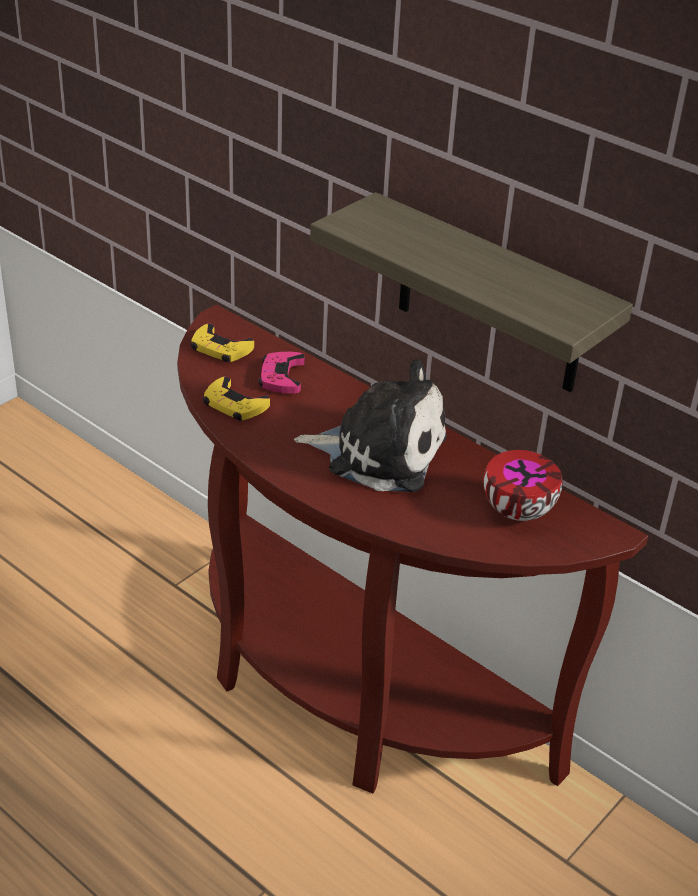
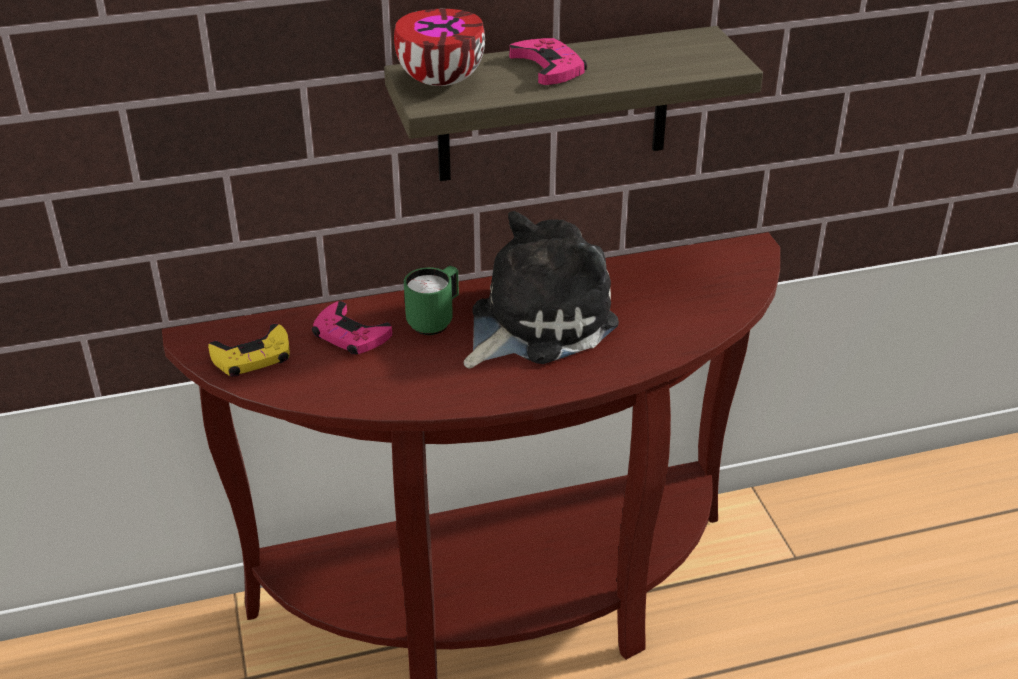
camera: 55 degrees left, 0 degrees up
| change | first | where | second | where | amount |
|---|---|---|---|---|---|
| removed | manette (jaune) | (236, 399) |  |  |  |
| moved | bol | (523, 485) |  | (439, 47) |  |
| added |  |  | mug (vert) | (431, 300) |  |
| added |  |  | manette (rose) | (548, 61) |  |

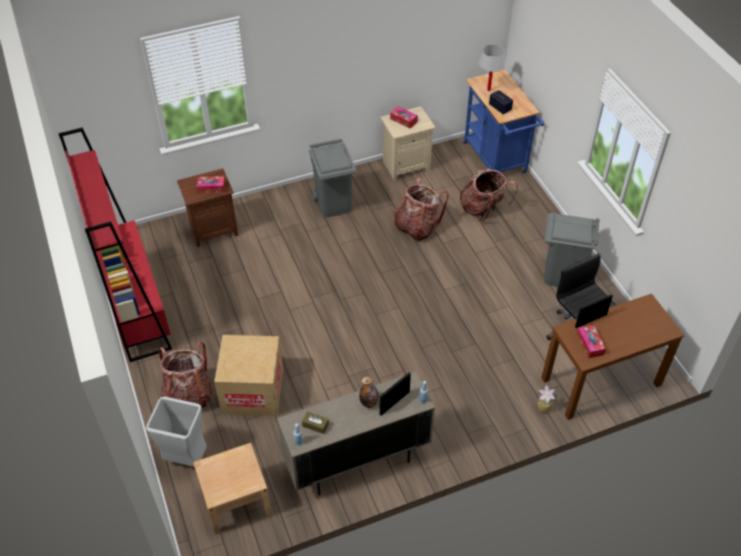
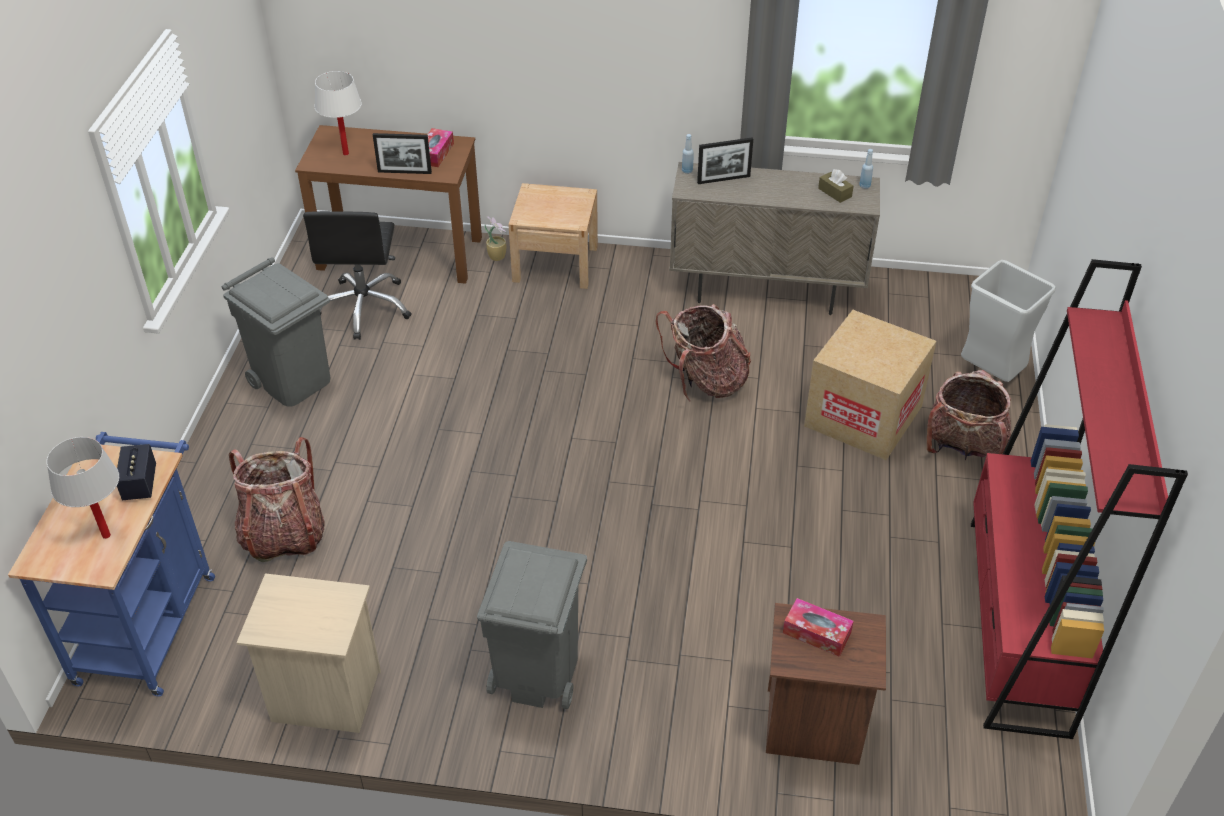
camera: 150 degrees left, 5 degrees down
| change | first | where | second | where | amount |
|---|---|---|---|---|---|
| moved | table de chevet (beige) | (232, 489) |  | (553, 236) |  |
| removed | bouteille | (369, 392) |  |  |  |
| removed | boîte à mouchoirs | (404, 117) |  |  |  |
| moved | sac à dos | (421, 209) |  | (703, 353) |  |
| added |  |  | lampe de table (blanc) | (338, 113) |  |

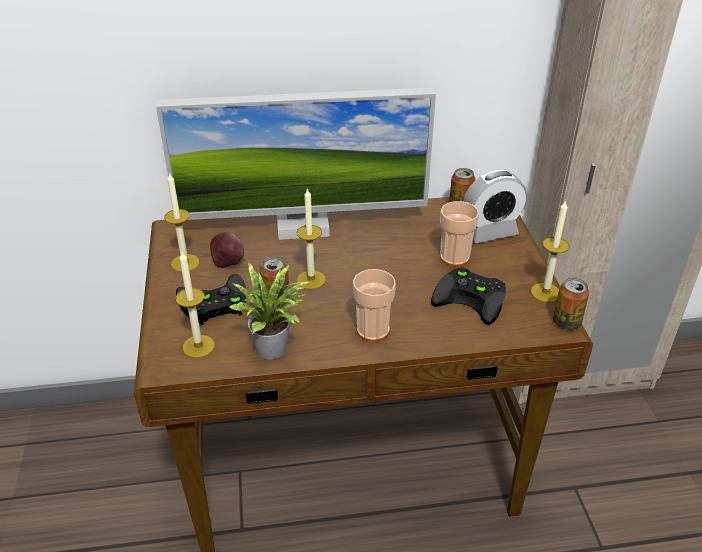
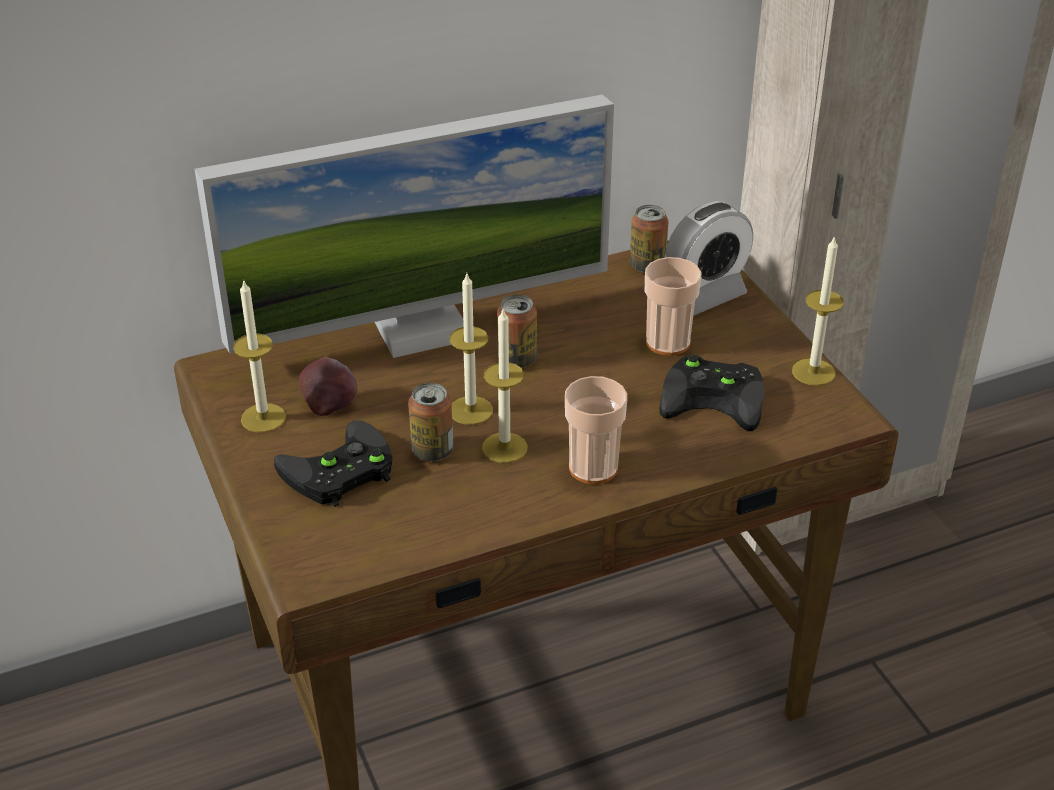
camera: 15 degrees left, 0 degrees up
| change | first | where | second | where | amount |
|---|---|---|---|---|---|
| moved | bougie | (195, 305) |  | (505, 386) |  |
| removed | plante en pot | (269, 310) |  |  |  |
| moved | boîte métallique | (571, 304) |  | (517, 331) |  |

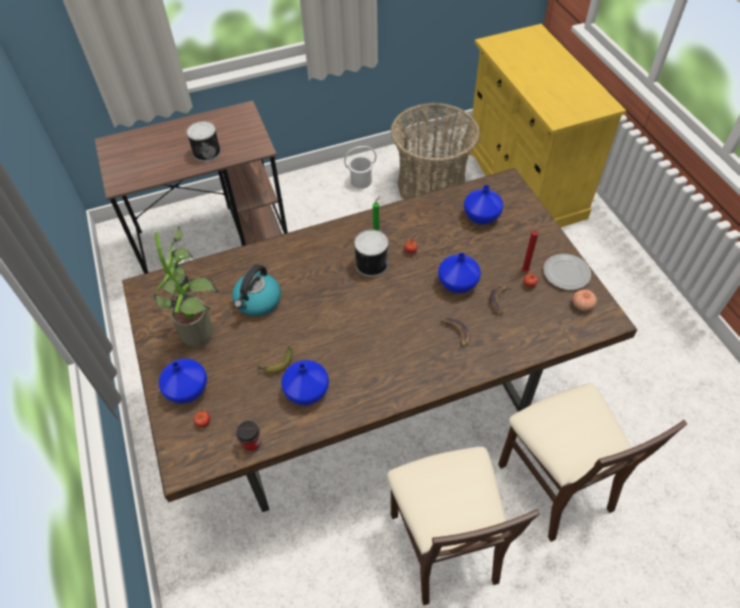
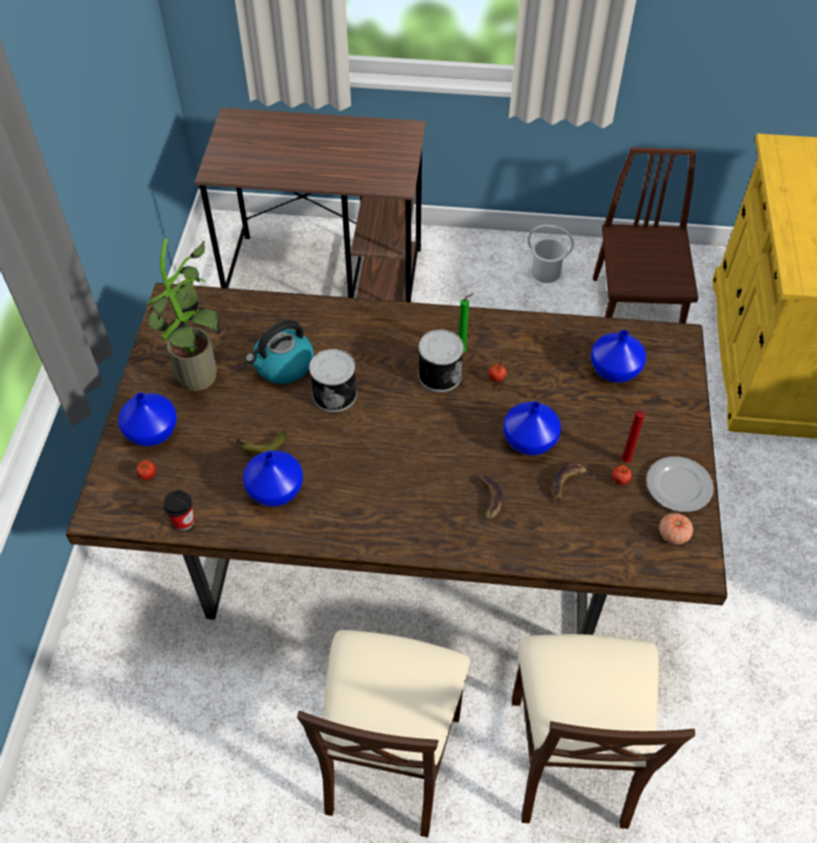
camera: 25 degrees right, 0 degrees up
| change | first | where | second | where | amount |
|---|---|---|---|---|---|
| moved | boîte métallique | (204, 141) |  | (333, 380) |  |
| replaced | panier | (435, 151) | chaise (marron) | (645, 235) |  |

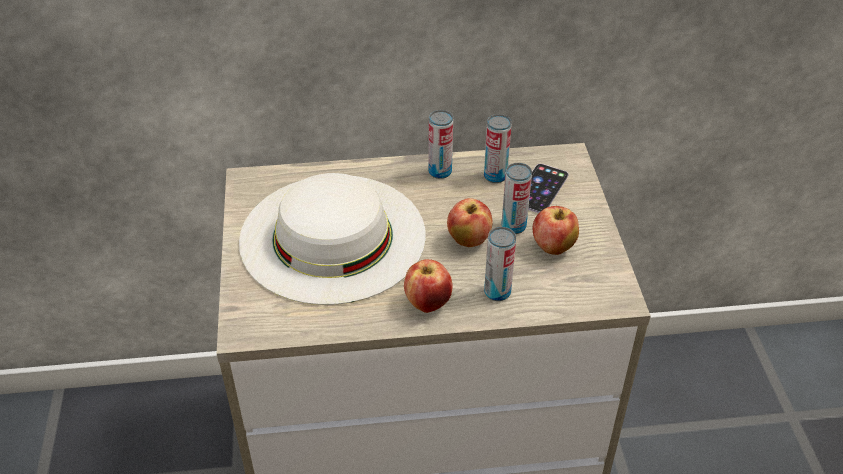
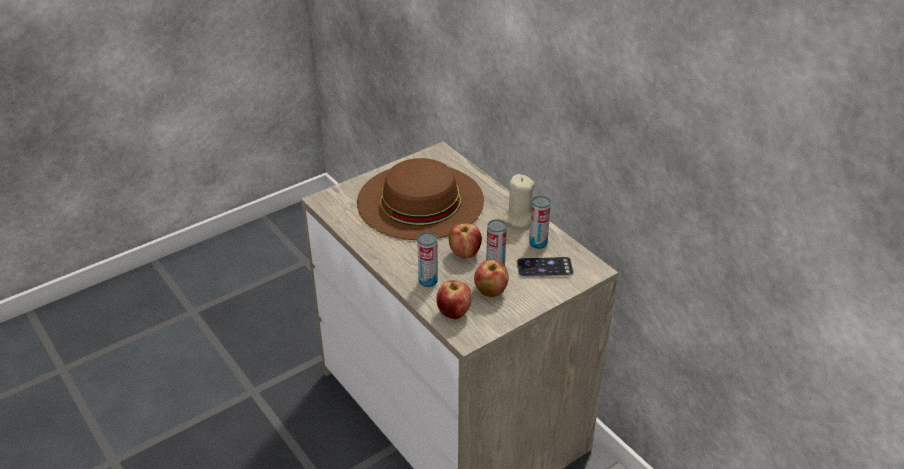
camera: 60 degrees right, 5 degrees down
| change | first | where | second | where | amount |
|---|---|---|---|---|---|
| recoloured | chapeau (blanc) | (332, 239) | chapeau (marron) | (420, 199) |  |
| moved | pomme | (428, 286) |  | (454, 299) |  |
| replaced | boîte métallique | (440, 144) | bougie (beige) | (519, 201) |  |

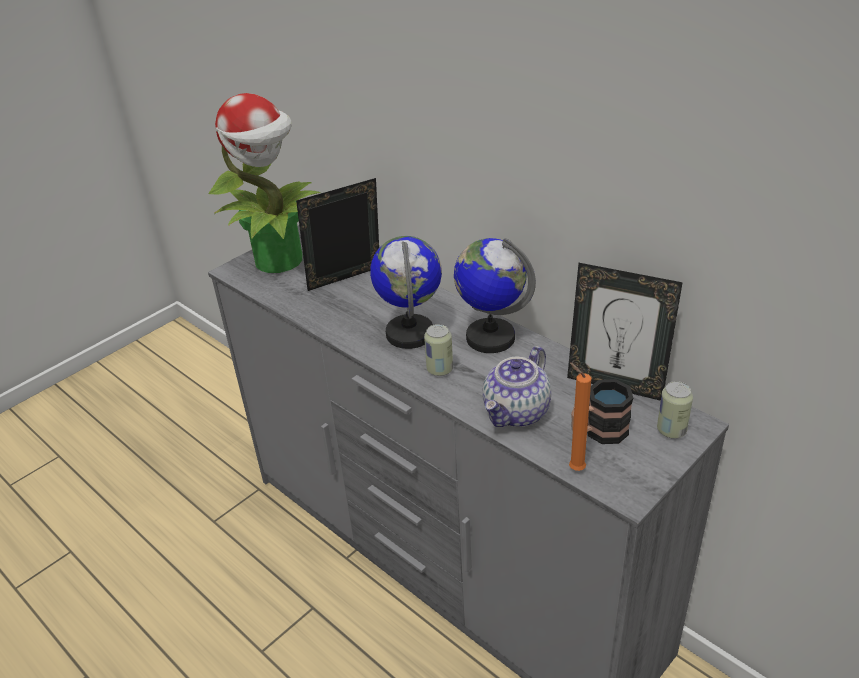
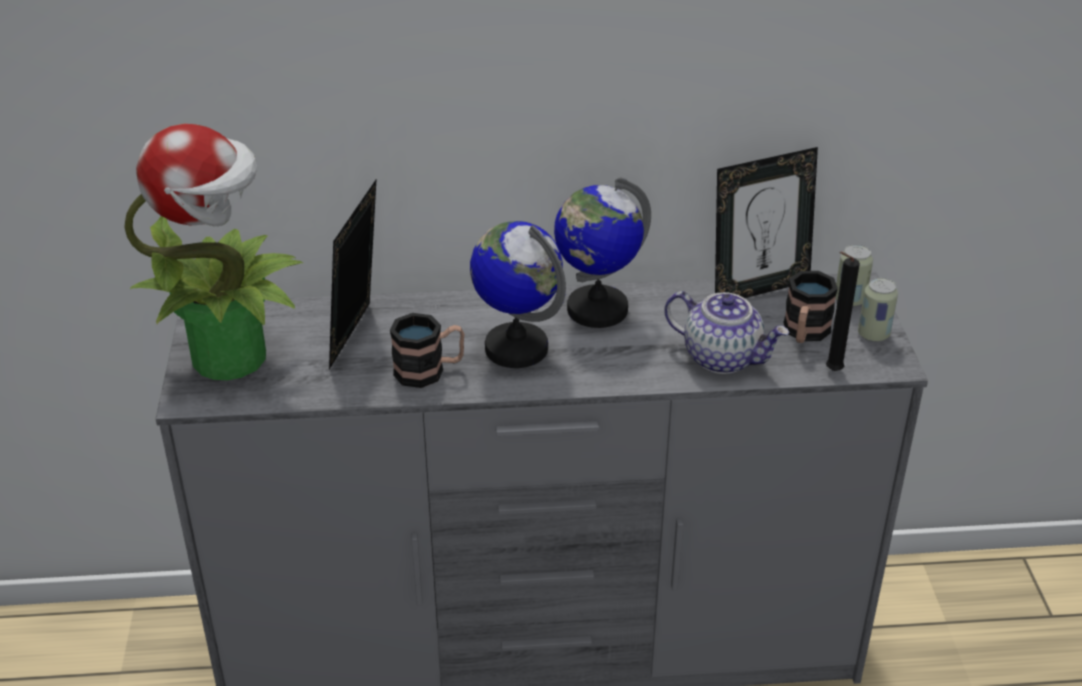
camera: 50 degrees left, 0 degrees up
| change | first | where | second | where | amount |
|---|---|---|---|---|---|
| moved | boîte métallique | (438, 350) |  | (878, 310) |  |
| turned | théière | (517, 386) |  | (727, 332) | 45 degrees counterclockwise |
| recoloured | bougie (orange) | (580, 417) | bougie (noir) | (843, 311) |  |
| added |  |  | mug | (427, 350) |  |

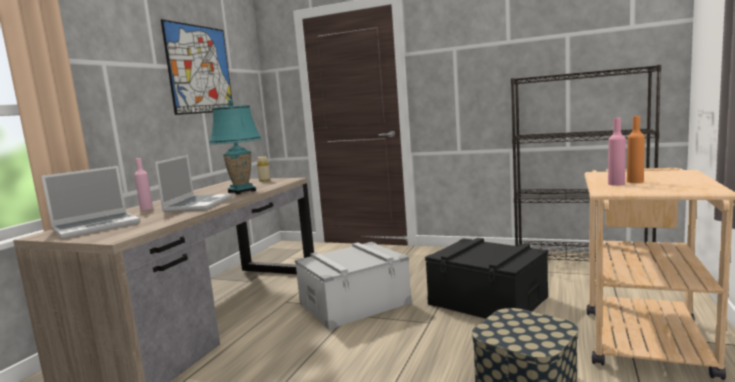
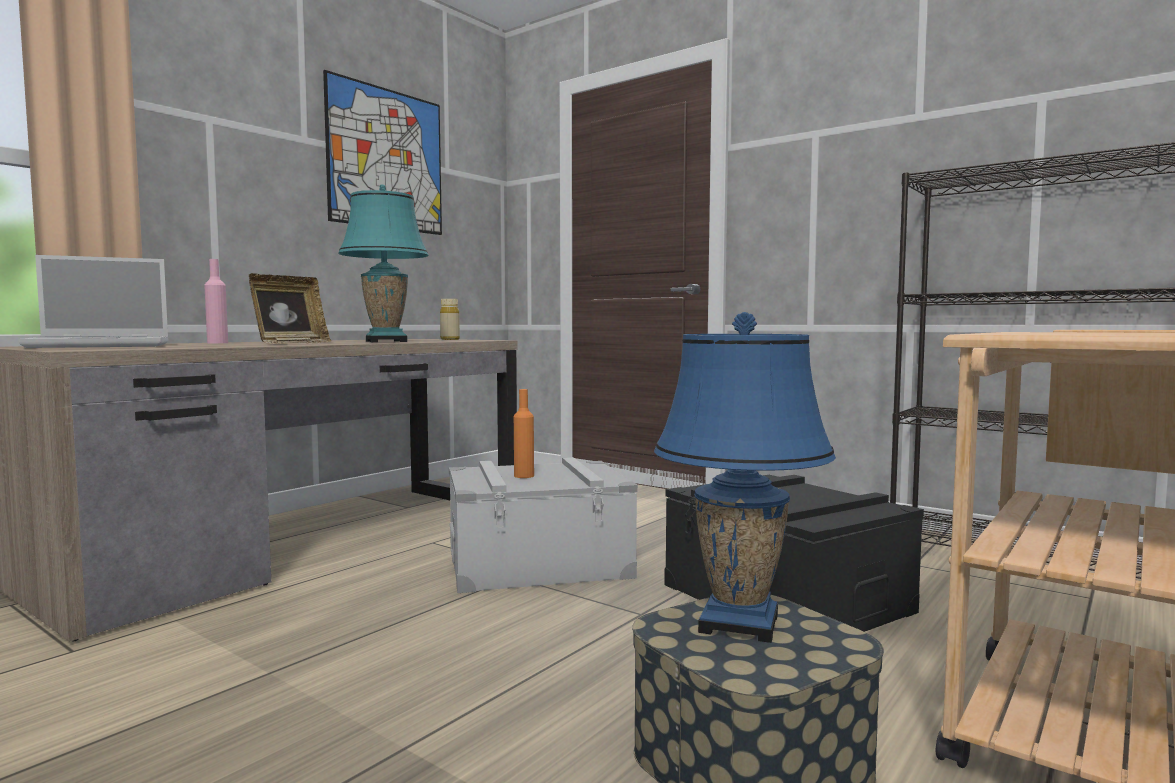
camera: 15 degrees right, 5 degrees down
| change | first | where | second | where | amount |
|---|---|---|---|---|---|
| replaced | ordinateur portable | (193, 183) | cadre photo | (290, 308) |  |
| removed | bouteille (rose) | (617, 152) |  |  |  |
| moved | bouteille (orange) | (636, 149) |  | (524, 433) |  |
| added |  |  | lampe de table (bleu) | (745, 477) |  |

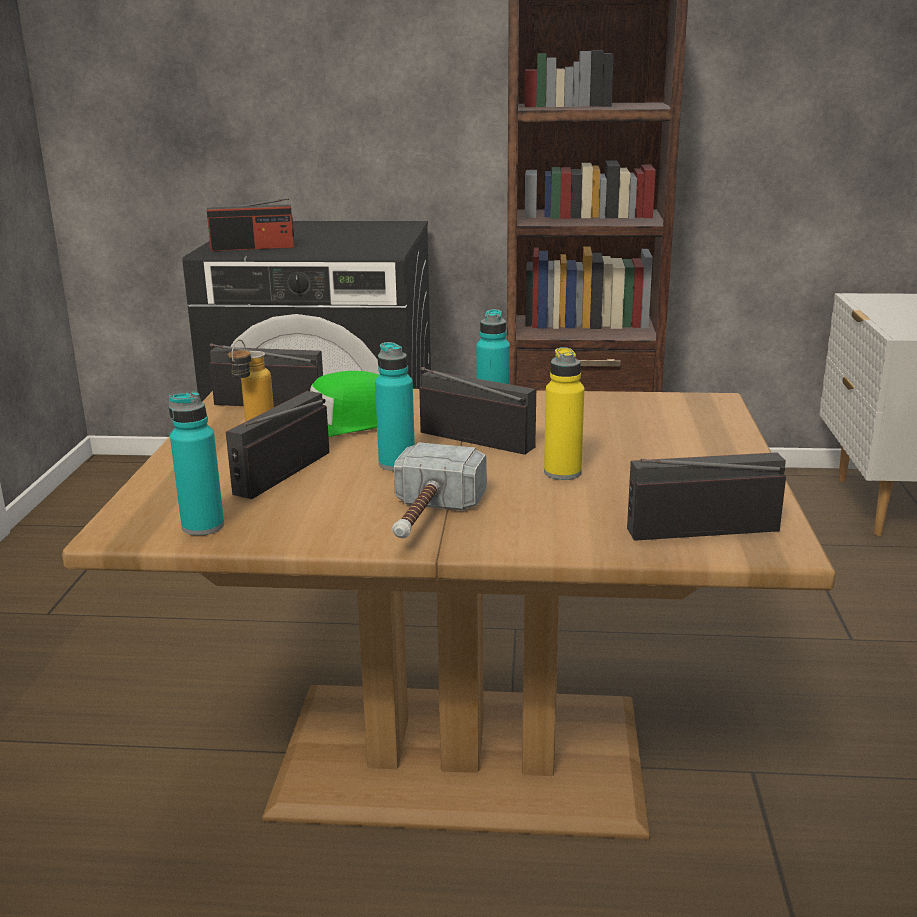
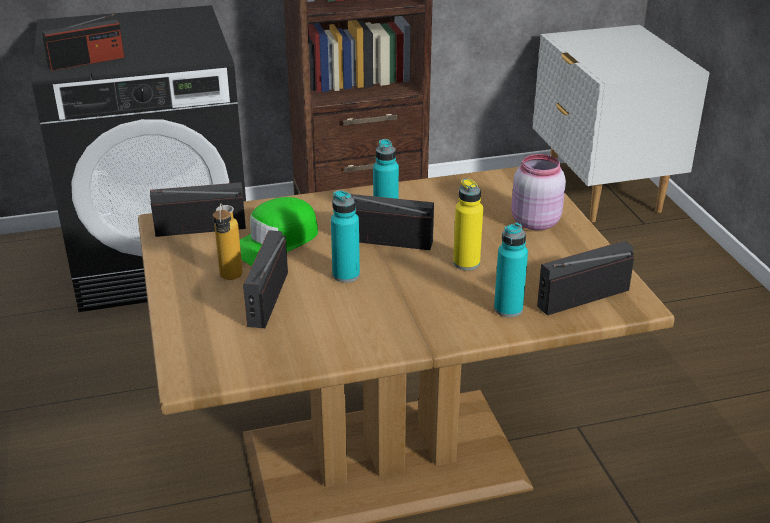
camera: 20 degrees left, 10 degrees up
| change | first | where | second | where | amount |
|---|---|---|---|---|---|
| moved | bouteille (turquoise) | (196, 464) |  | (511, 269) |  |
| removed | marteau | (439, 490) |  |  |  |
| added |  |  | bocal (rose) | (538, 192) |  |

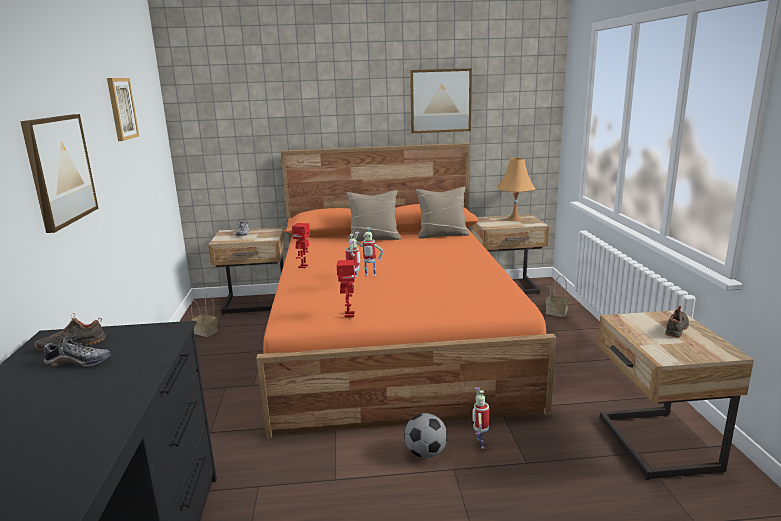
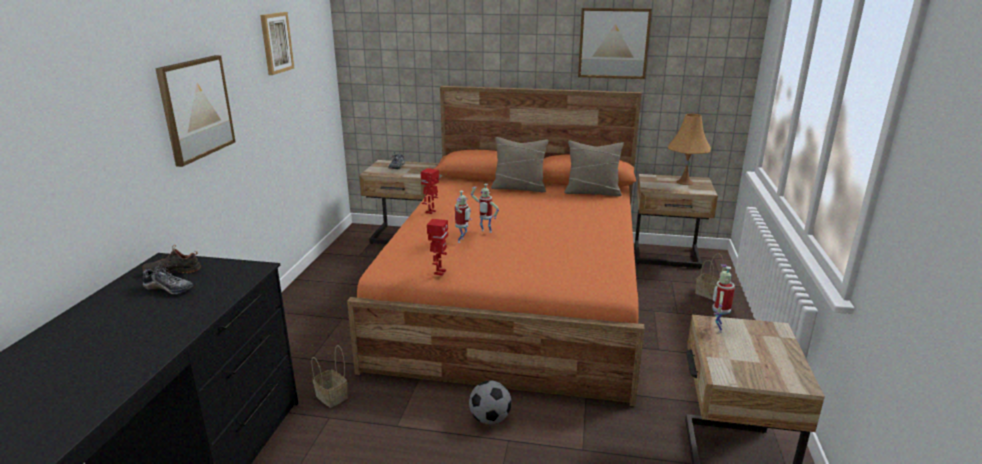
camera: 15 degrees right, 5 degrees up
| change | first | where | second | where | amount |
|---|---|---|---|---|---|
| moved | panier | (204, 315) |  | (329, 376) |  |
| moved | robot jouet | (480, 418) |  | (723, 298) |  |
| removed | chaussure (noir) | (677, 321) |  |  |  |

